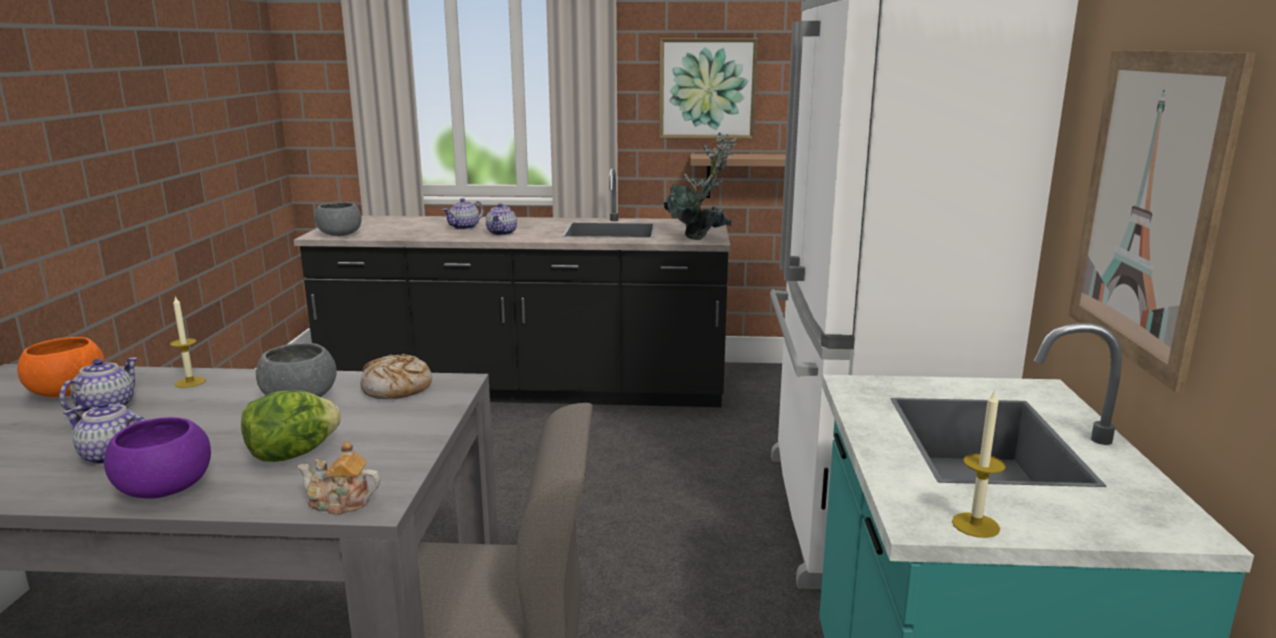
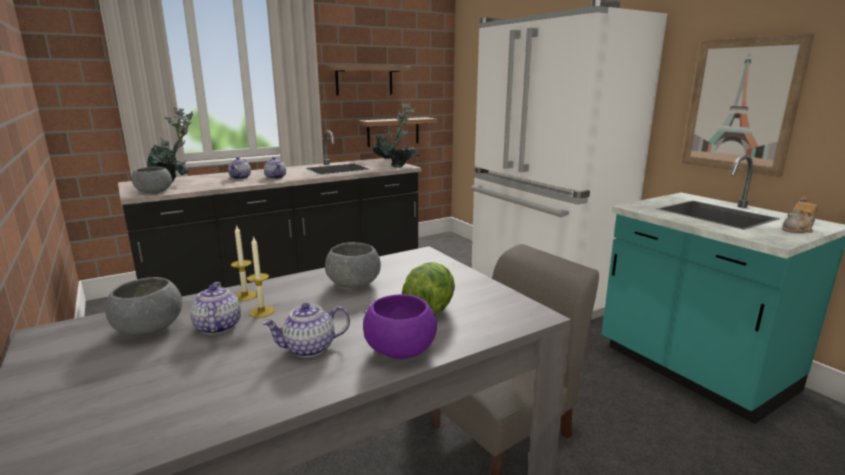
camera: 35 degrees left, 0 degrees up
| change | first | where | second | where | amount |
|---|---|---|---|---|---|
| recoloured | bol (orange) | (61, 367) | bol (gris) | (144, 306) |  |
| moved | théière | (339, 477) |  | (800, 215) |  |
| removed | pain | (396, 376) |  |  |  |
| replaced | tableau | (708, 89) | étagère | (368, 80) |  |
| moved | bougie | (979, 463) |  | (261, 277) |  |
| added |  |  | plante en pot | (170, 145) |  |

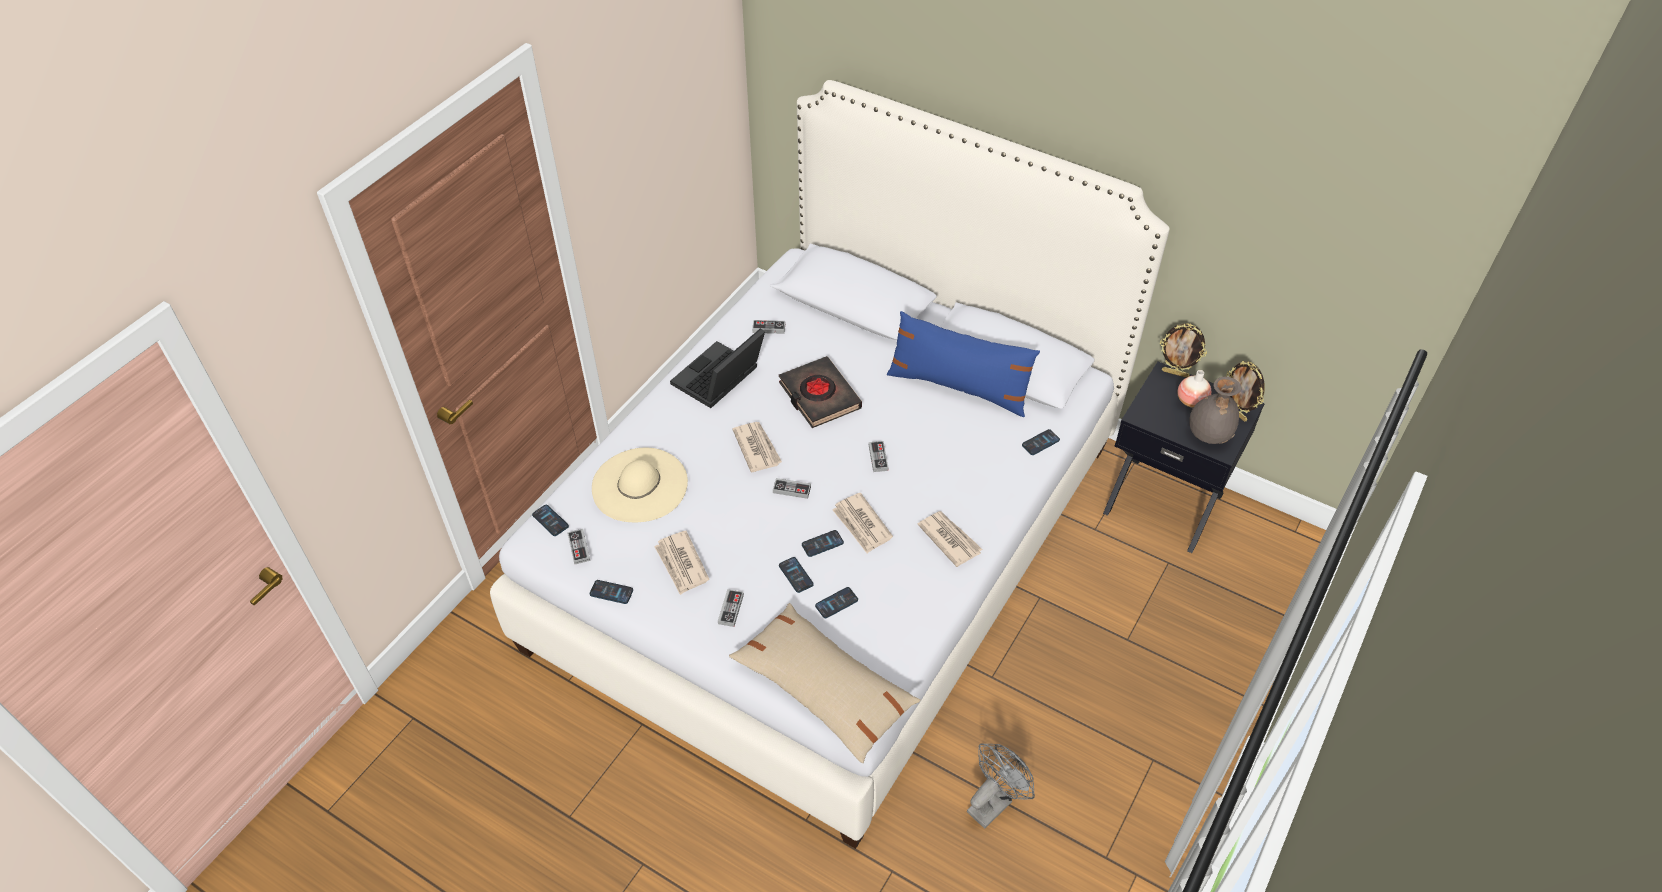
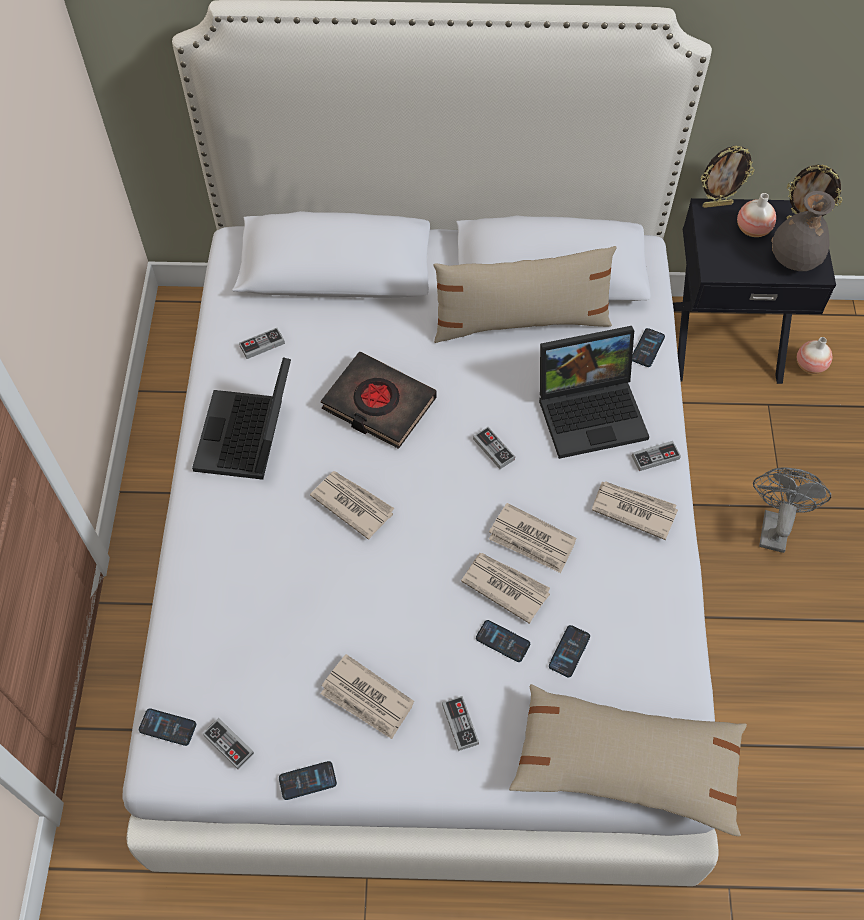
camera: 30 degrees left, 10 degrees up
| change | first | where | second | where | amount |
|---|---|---|---|---|---|
| removed | chapeau (beige) | (640, 485) |  |  |  |
| moved | manette | (792, 488) |  | (656, 456) |  |
| replaced | téléphone | (823, 543) | journal | (505, 588) |  |
| recoloured | coussin (bleu) | (963, 364) | coussin (beige) | (525, 294) |  |
| moved | ventilateur (gris) | (1001, 785) |  | (792, 510) |  |
| added |  |  | ordinateur portable | (594, 392) |  |
| added |  |  | vase | (814, 355) |  |

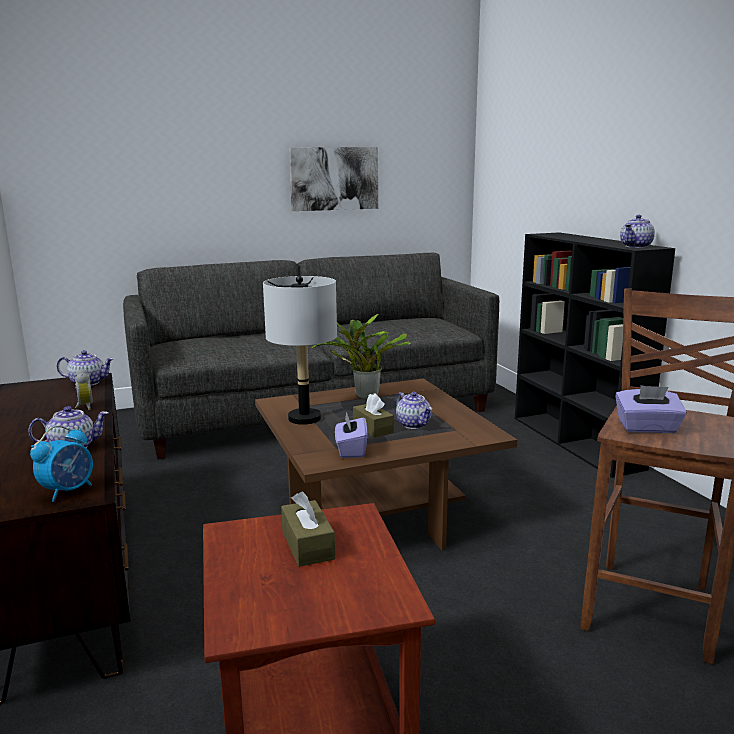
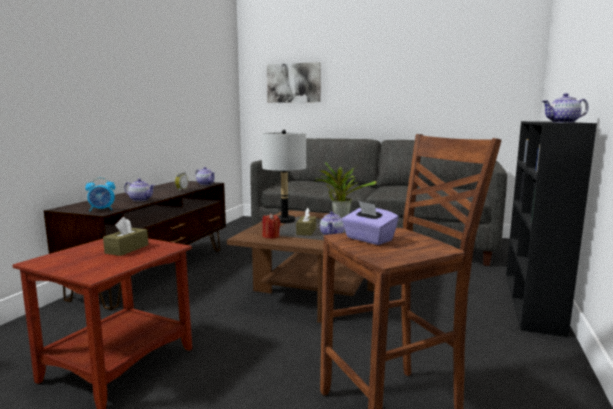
camera: 40 degrees right, 5 degrees down
| change | first | where | second | where | amount |
|---|---|---|---|---|---|
| moved | tableau | (333, 179) |  | (294, 82) |  |
| replaced | boîte à mouchoirs (violet) | (351, 435) | bougie (rouge) | (271, 226) |  |

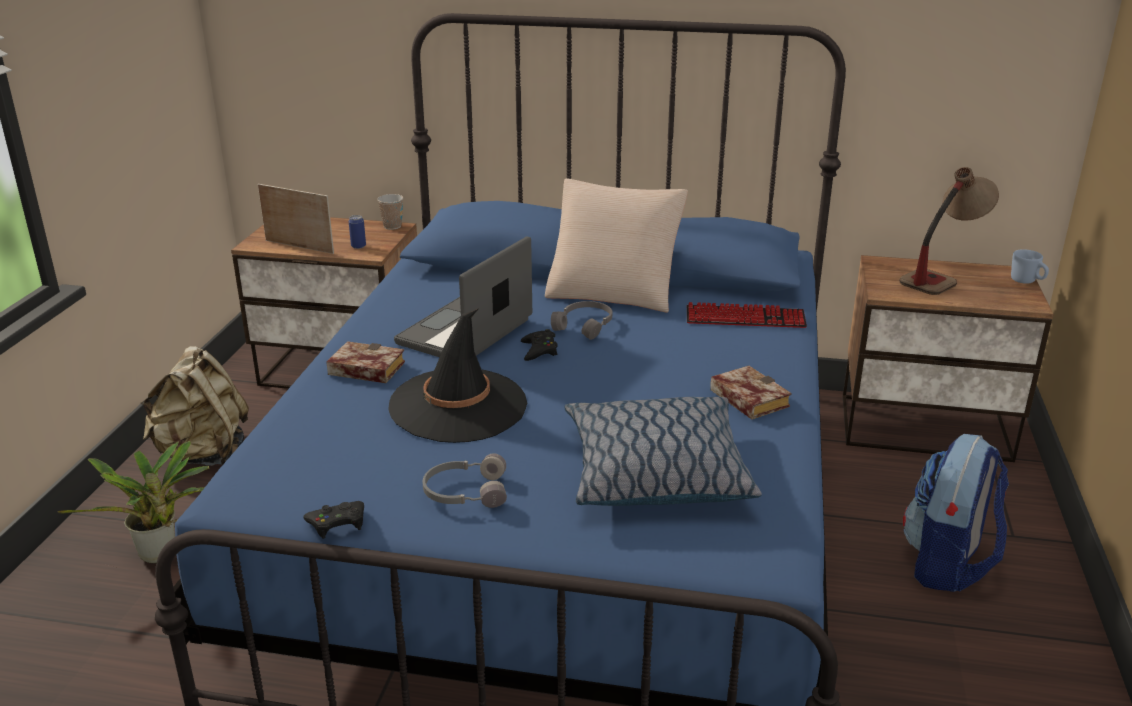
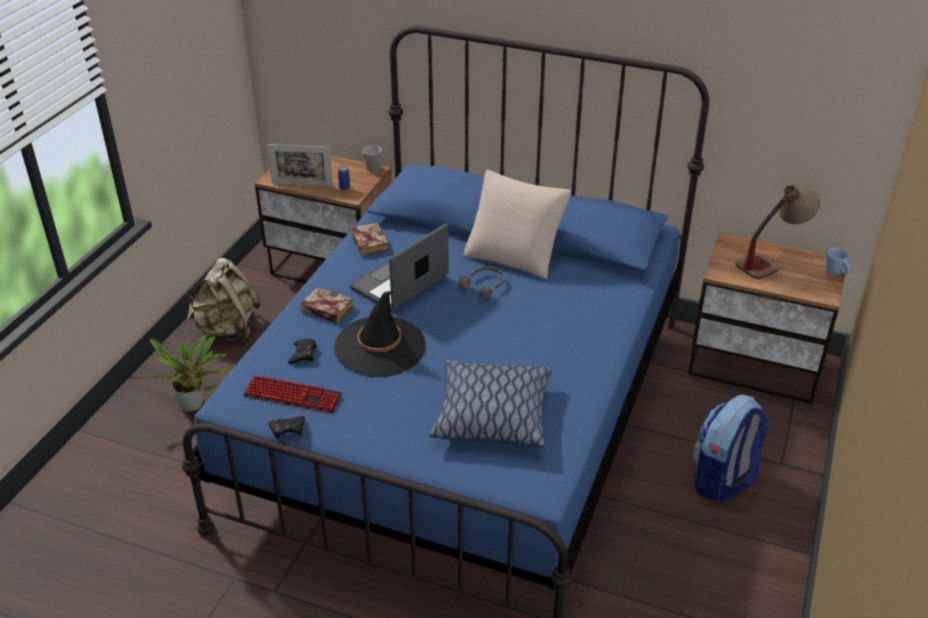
camera: 10 degrees right, 10 degrees up
| change | first | where | second | where | amount |
|---|---|---|---|---|---|
| turned | cadre photo | (296, 219) |  | (300, 165) | 150 degrees clockwise |
| removed | casque audio (gris) | (465, 480) |  |  |  |
| moved | manette (noir) | (539, 345) |  | (302, 351) |  |
| moved | clavier | (747, 315) |  | (292, 394) |  |
| moved | livre | (751, 392) |  | (369, 239) |  |

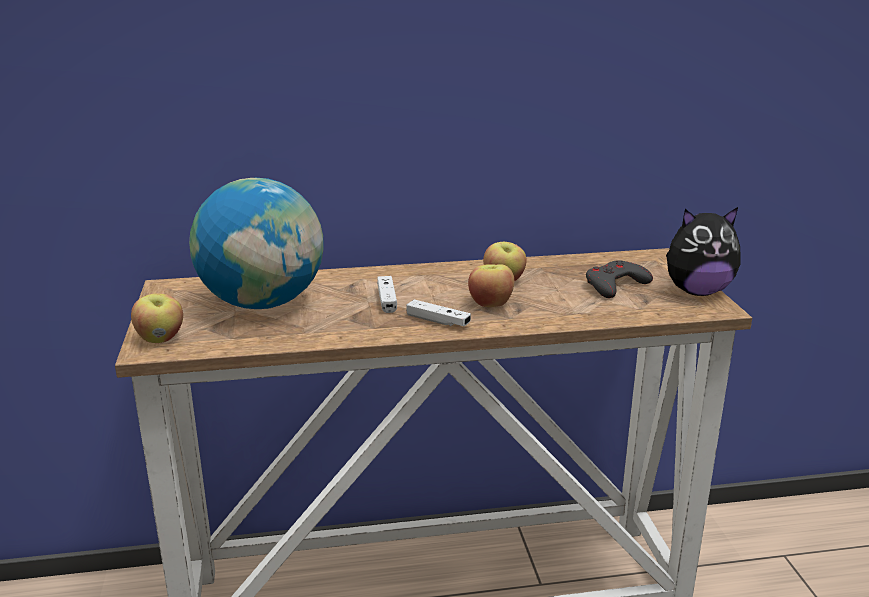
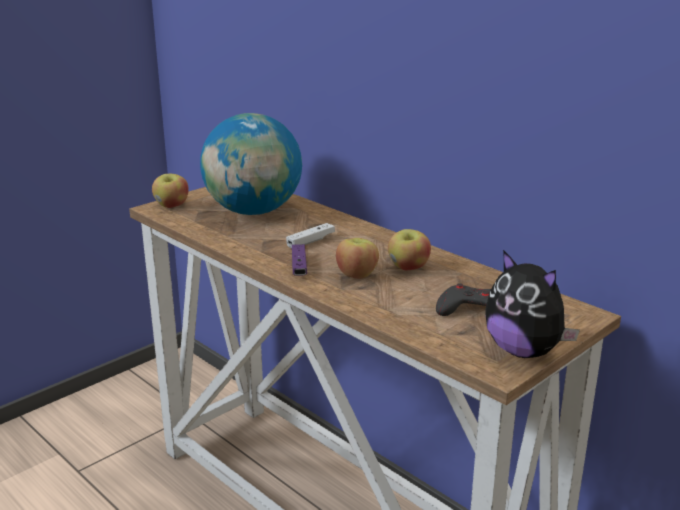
camera: 55 degrees right, 0 degrees up
| change | first | where | second | where | amount |
|---|---|---|---|---|---|
| recoloured | manette (blanc) | (438, 312) | manette (violet) | (299, 260) |  |

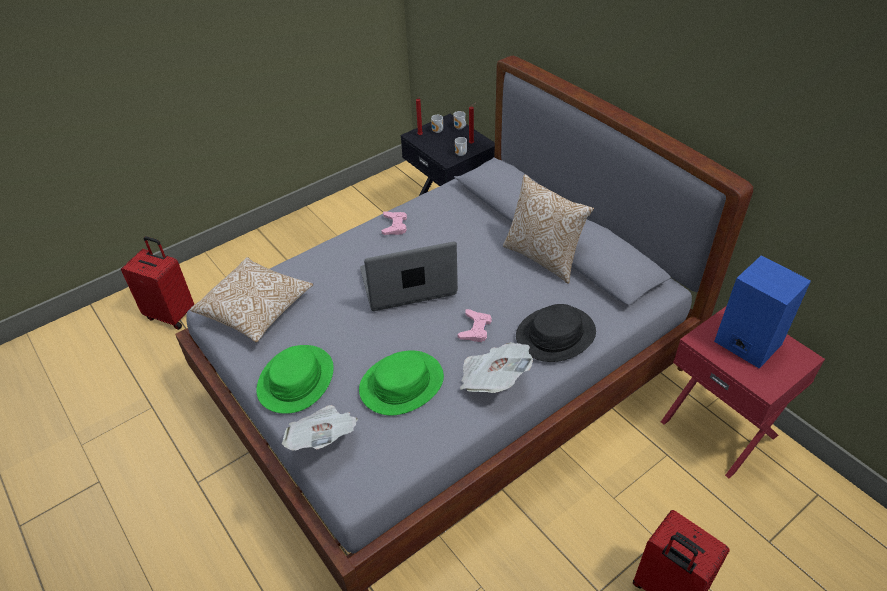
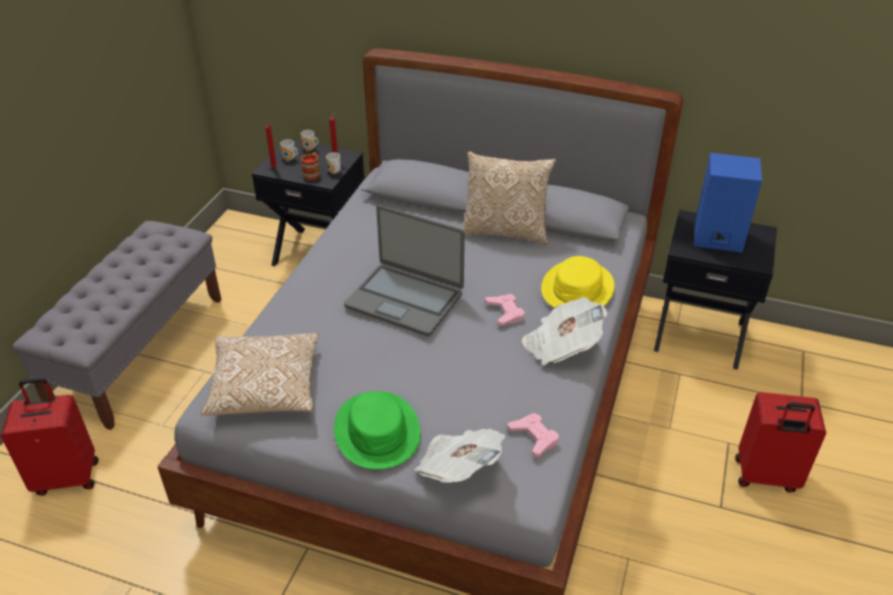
camera: 35 degrees left, 5 degrees down
| change | first | where | second | where | amount |
|---|---|---|---|---|---|
| removed | chapeau (vert) | (401, 383) |  |  |  |
| turned | ordinateur portable | (409, 276) |  | (404, 270) | 105 degrees counterclockwise |
| moved | manette (rose) | (394, 223) |  | (533, 435) |  |
| recoloured | chapeau (noir) | (556, 333) | chapeau (jaune) | (578, 282) |  |
| recoloured | table de chevet (rouge) | (743, 392) | table de chevet (noir) | (715, 290) |  |
| added |  |  | banc (gris) | (116, 325) |  |
| added |  |  | mug | (310, 166) |  |

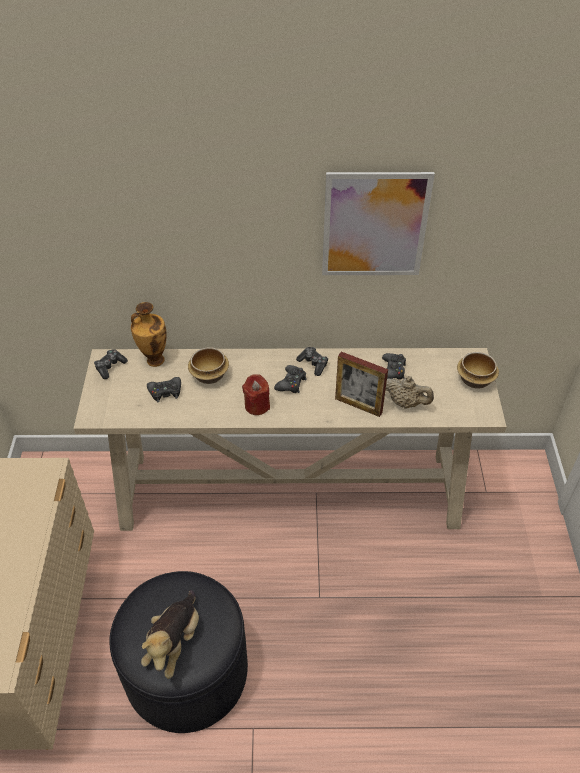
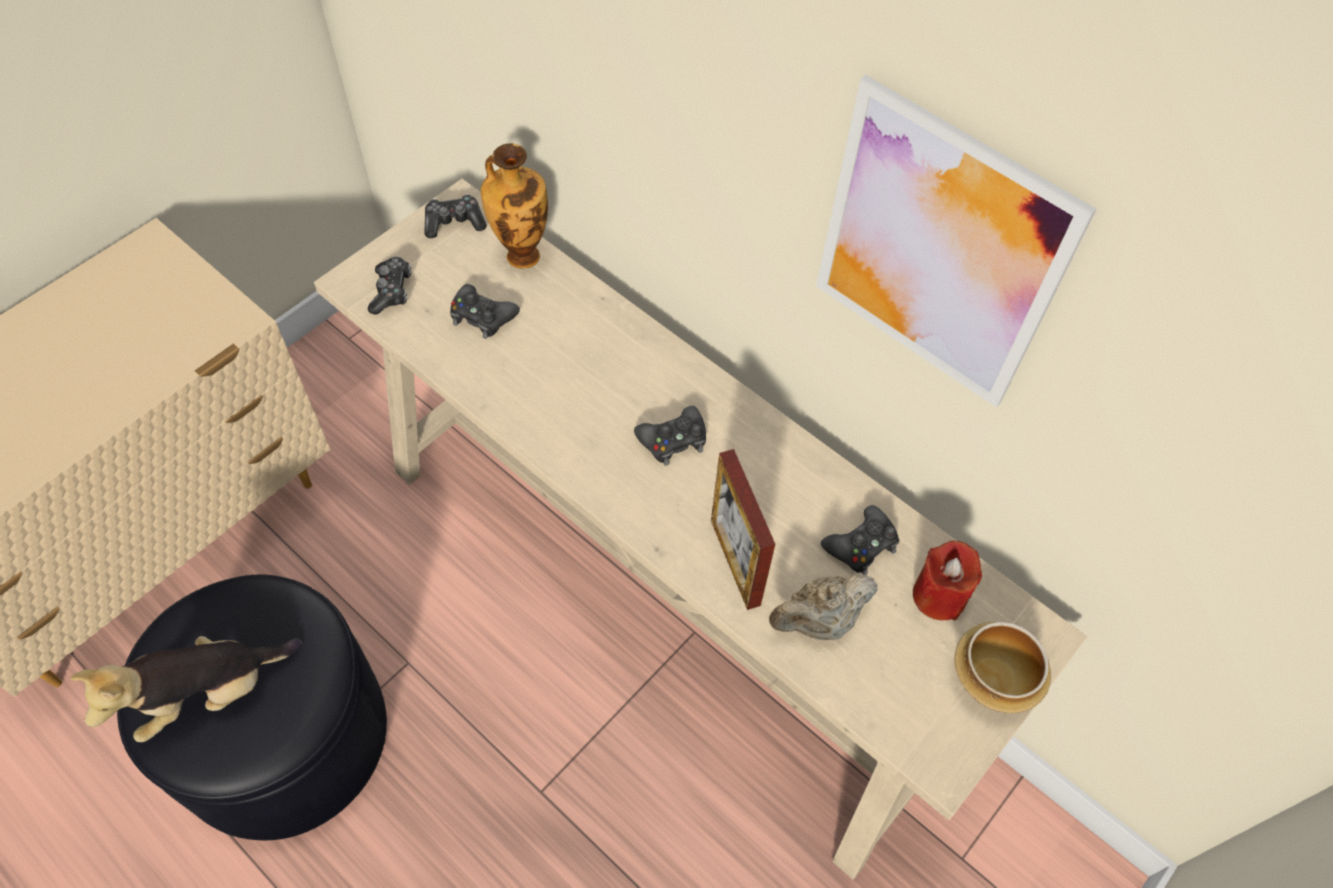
camera: 40 degrees right, 10 degrees up
| change | first | where | second | where | amount |
|---|---|---|---|---|---|
| removed | bol | (208, 365) |  |  |  |
| moved | bougie (rouge) | (256, 394) |  | (947, 581) |  |
| moved | manette | (312, 361) |  | (389, 286) |  |
| turned | théière (beige) | (409, 392) |  | (823, 607) | 90 degrees clockwise |

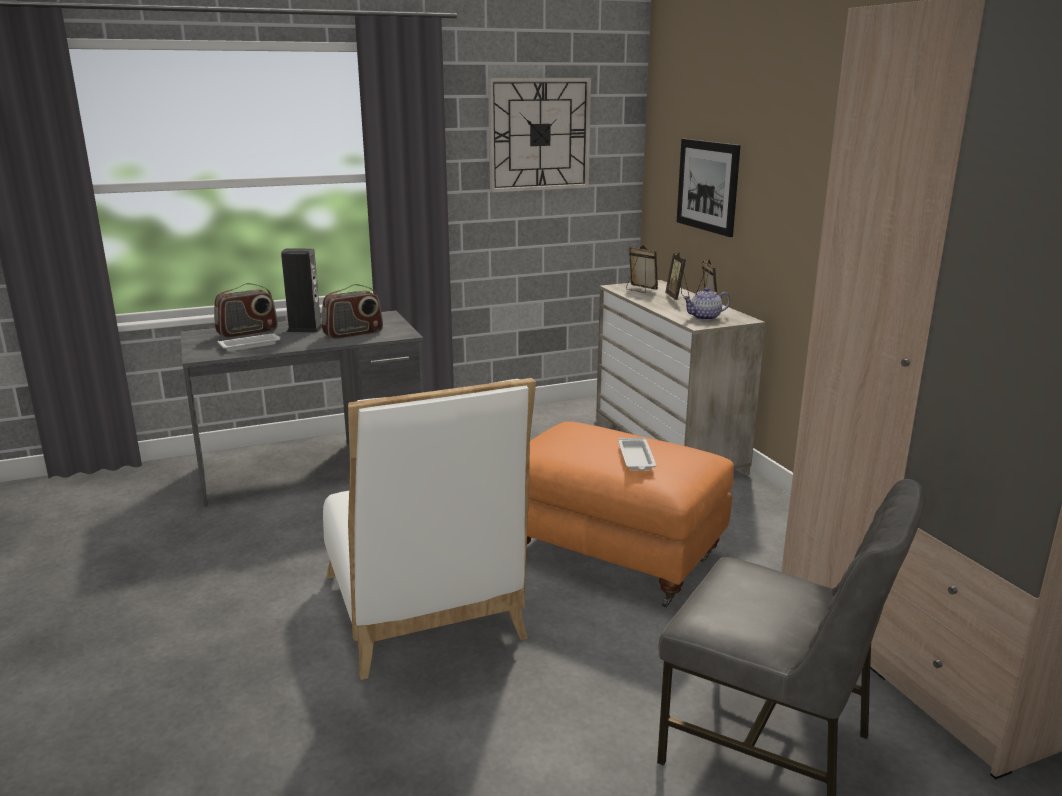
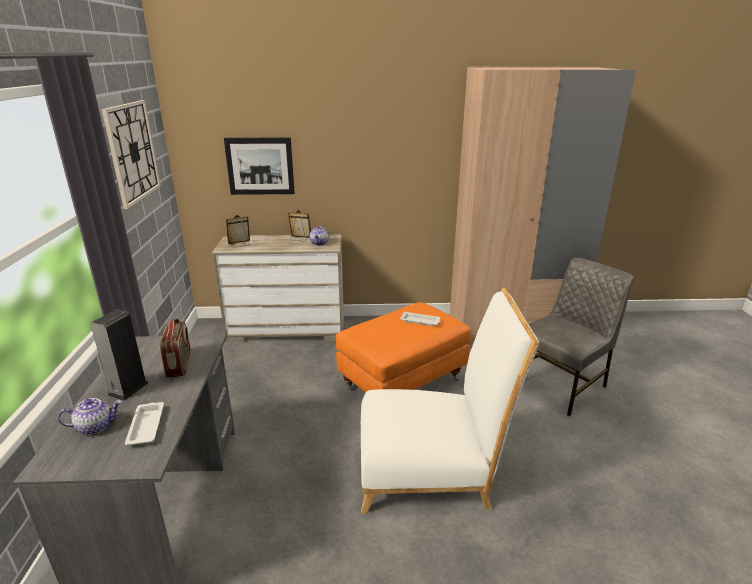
camera: 70 degrees left, 5 degrees up
| change | first | where | second | where | amount |
|---|---|---|---|---|---|
| replaced | radio | (246, 310) | théière | (90, 416) |  |
| removed | cadre photo | (677, 275) |  |  |  |

